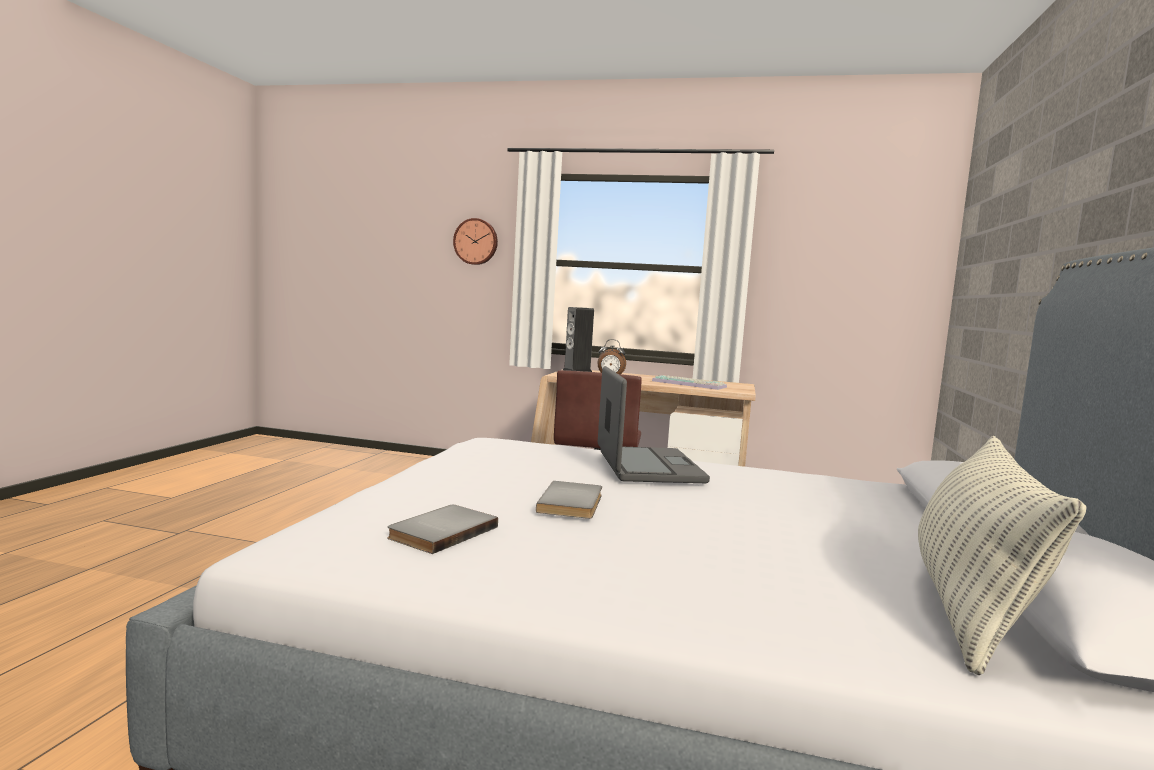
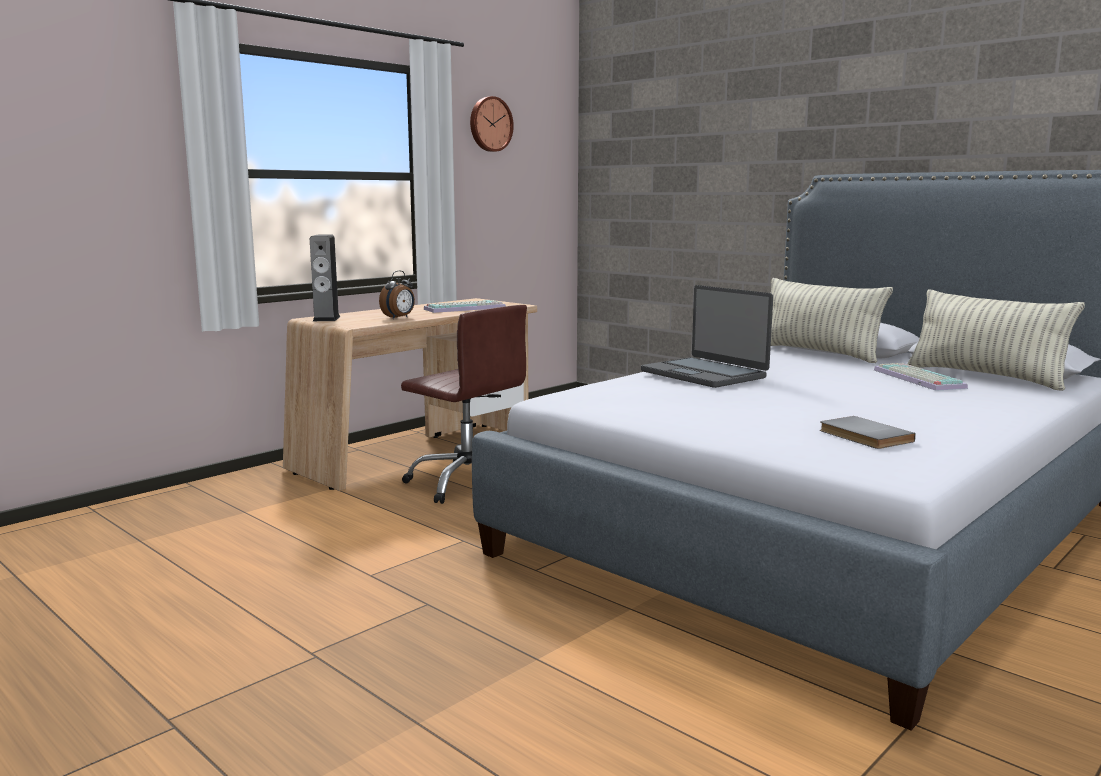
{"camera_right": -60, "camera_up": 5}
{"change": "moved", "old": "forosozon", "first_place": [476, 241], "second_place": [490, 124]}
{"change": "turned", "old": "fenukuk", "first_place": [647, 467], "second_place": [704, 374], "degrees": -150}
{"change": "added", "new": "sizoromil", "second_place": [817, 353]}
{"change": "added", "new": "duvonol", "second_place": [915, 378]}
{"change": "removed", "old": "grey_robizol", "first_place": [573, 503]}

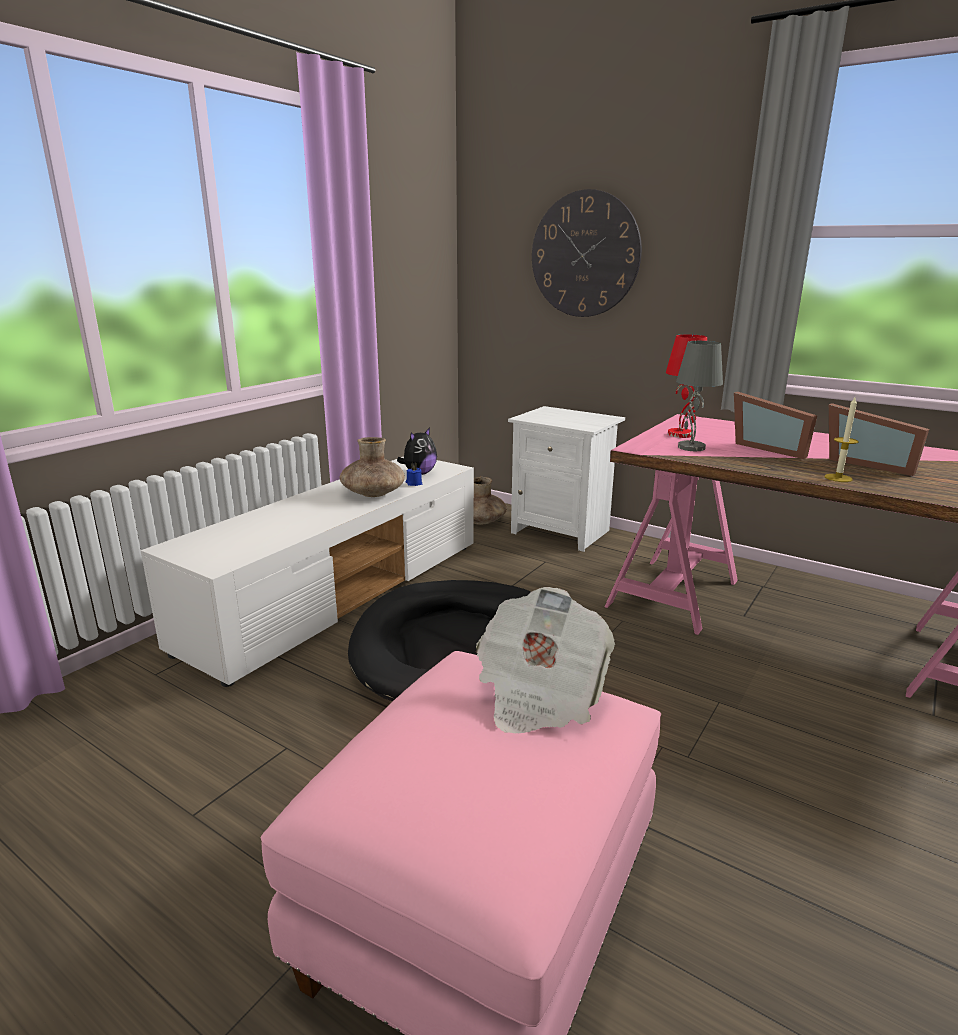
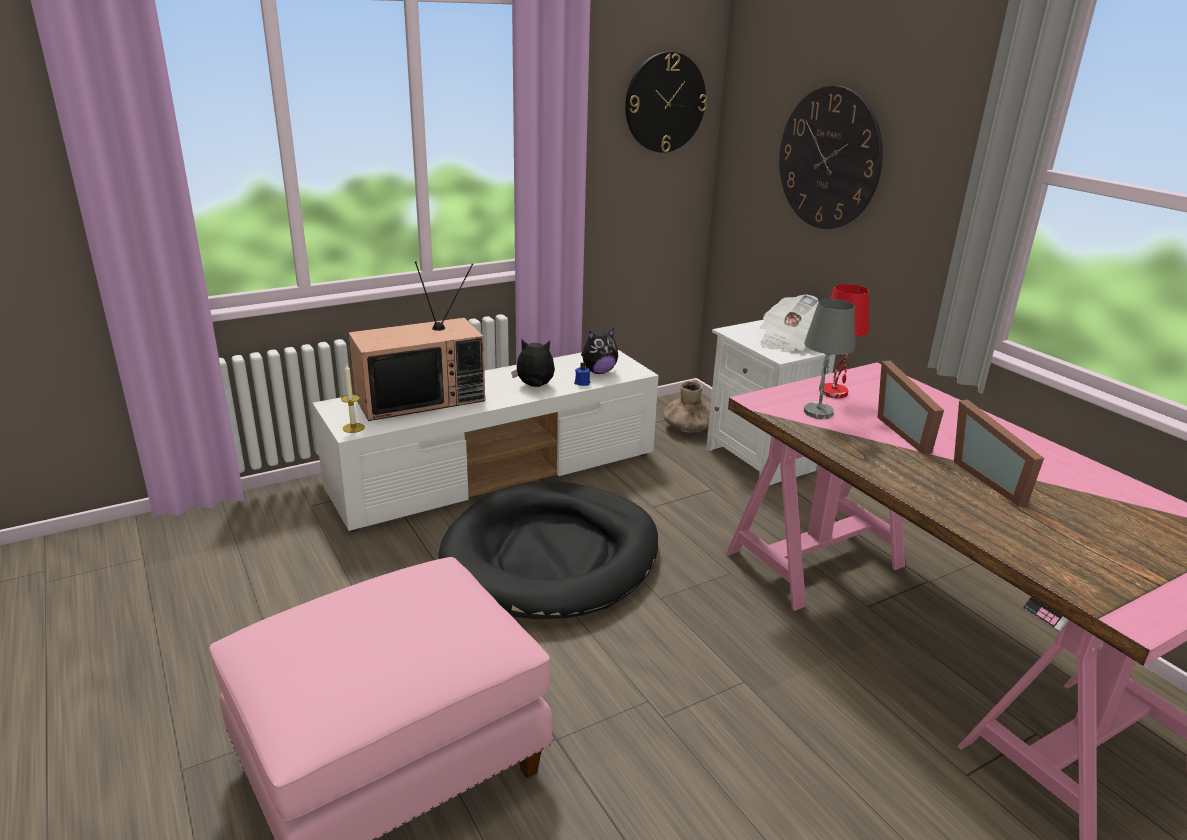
{"camera_right": 25, "camera_up": 5}
{"change": "moved", "old": "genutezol", "first_place": [838, 478], "second_place": [353, 428]}
{"change": "added", "new": "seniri", "second_place": [421, 398]}
{"change": "replaced", "old": "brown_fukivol", "new": "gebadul", "first_place": [373, 494], "second_place": [535, 386]}
{"change": "added", "new": "forosozon", "second_place": [665, 103]}
{"change": "moved", "old": "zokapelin", "first_place": [539, 692], "second_place": [789, 341]}

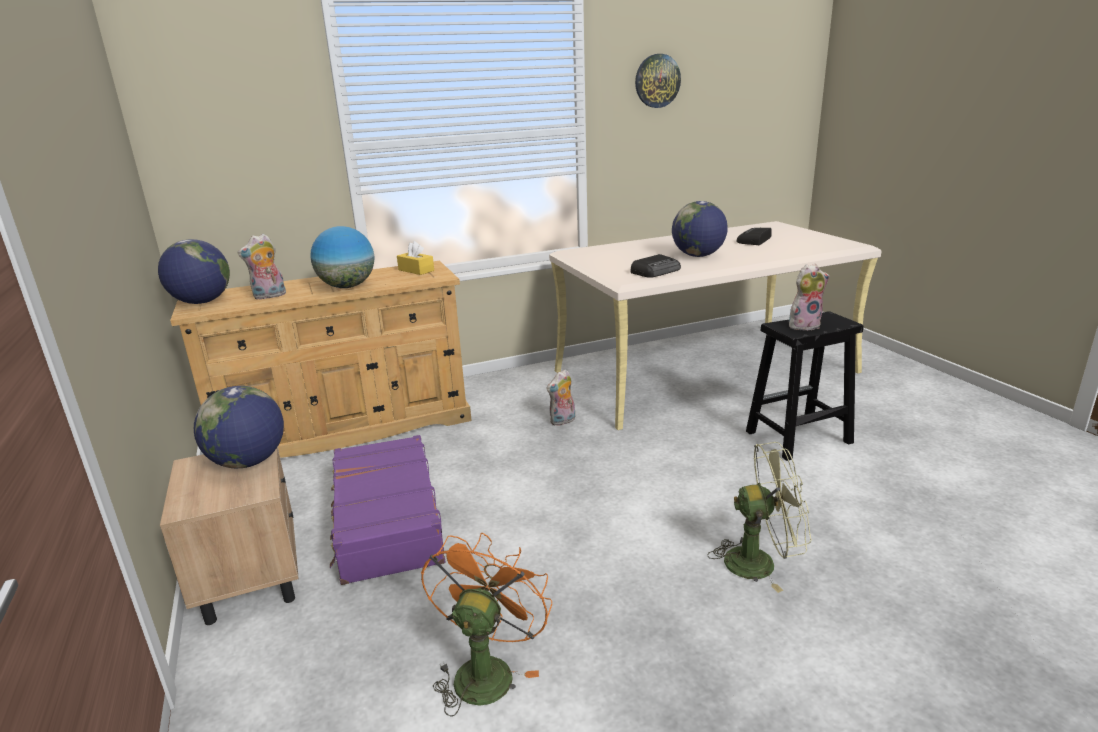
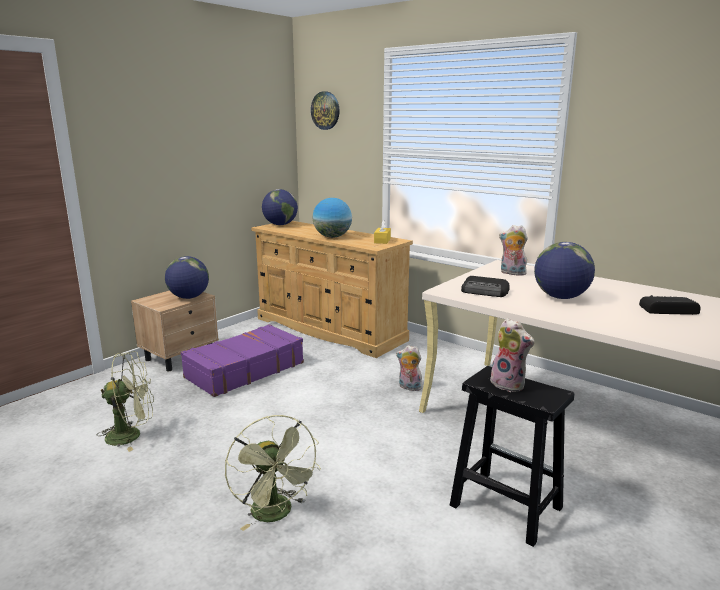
{"camera_right": 60, "camera_up": -5}
{"change": "recoloured", "old": "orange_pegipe", "new": "green_pegipe", "first_place": [486, 669], "second_place": [131, 435]}
{"change": "moved", "old": "forosozon", "first_place": [657, 81], "second_place": [325, 110]}
{"change": "moved", "old": "gebadul", "first_place": [269, 296], "second_place": [511, 273]}

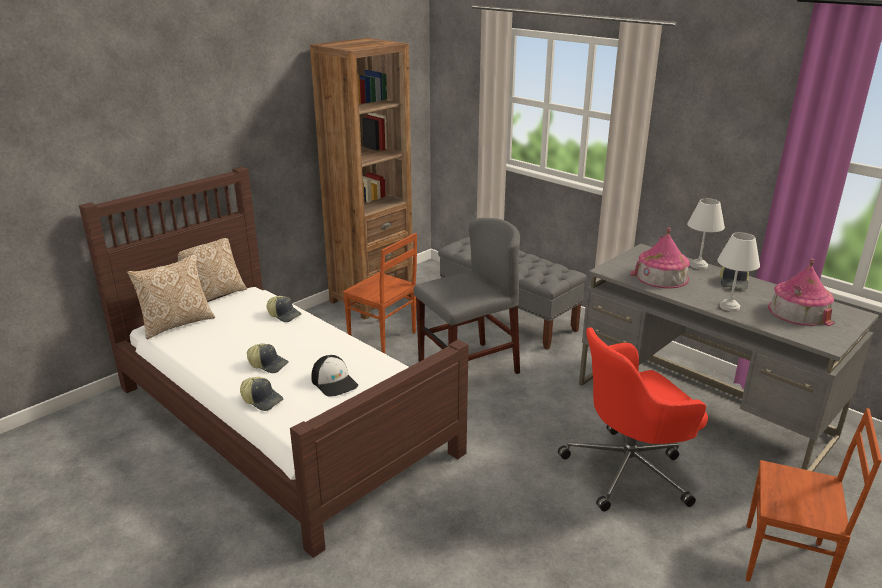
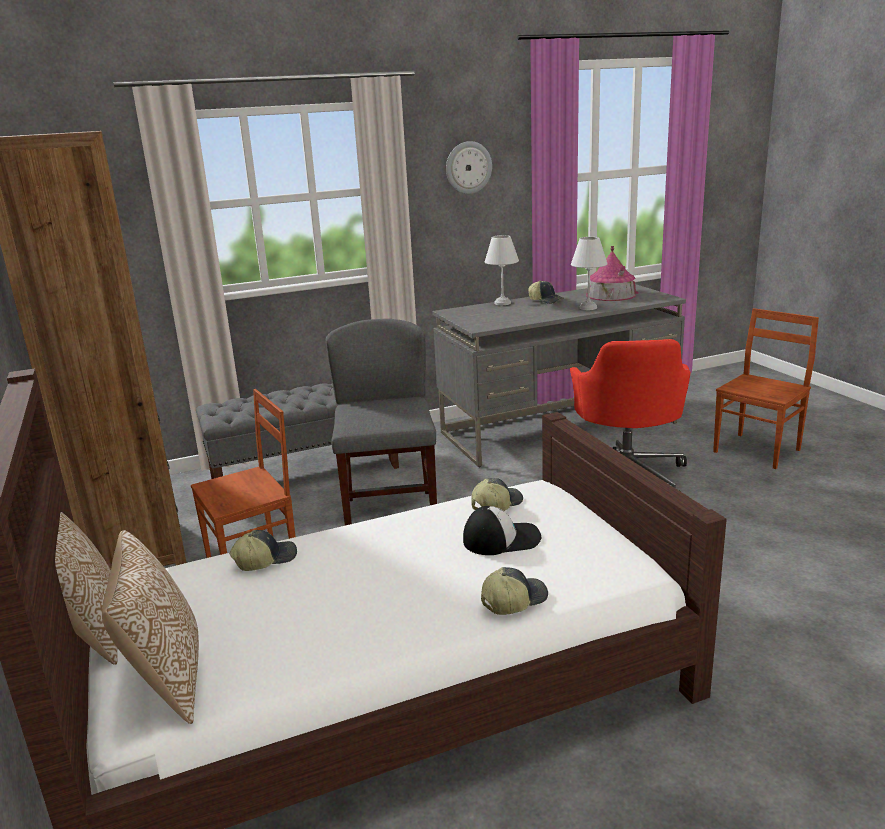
{"camera_right": -65, "camera_up": -5}
{"change": "added", "new": "forosozon", "second_place": [468, 167]}
{"change": "moved", "old": "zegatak", "first_place": [268, 364], "second_place": [496, 504]}
{"change": "removed", "old": "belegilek", "first_place": [661, 276]}

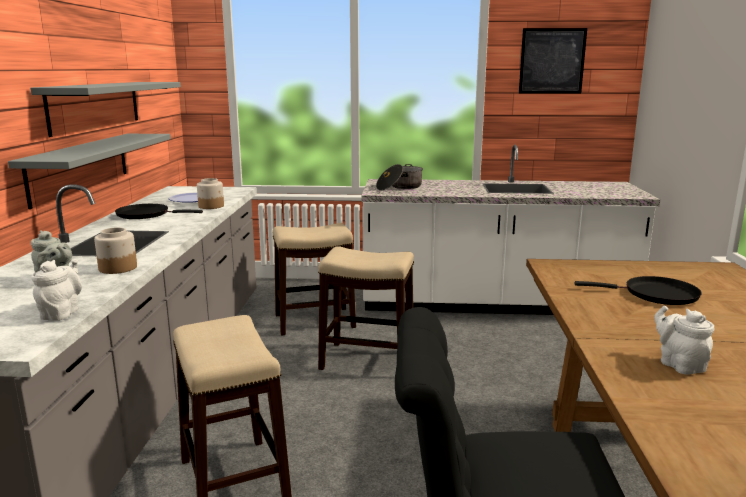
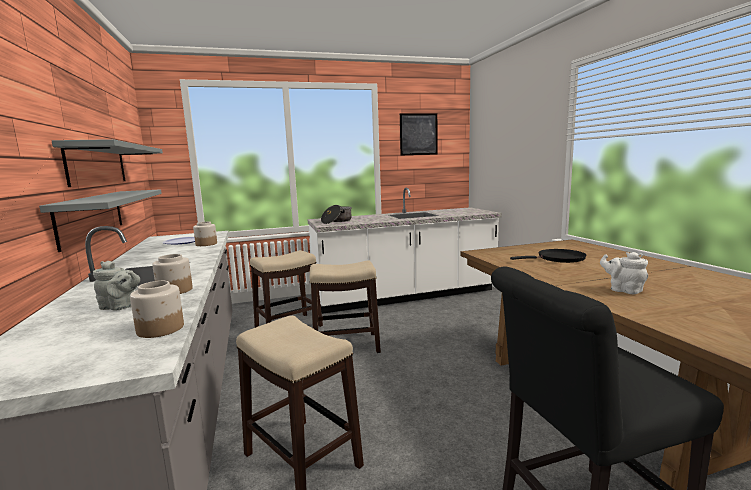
{"camera_right": -20, "camera_up": -5}
{"change": "replaced", "old": "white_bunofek", "new": "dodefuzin", "first_place": [62, 313], "second_place": [160, 329]}
{"change": "removed", "old": "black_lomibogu", "first_place": [146, 215]}

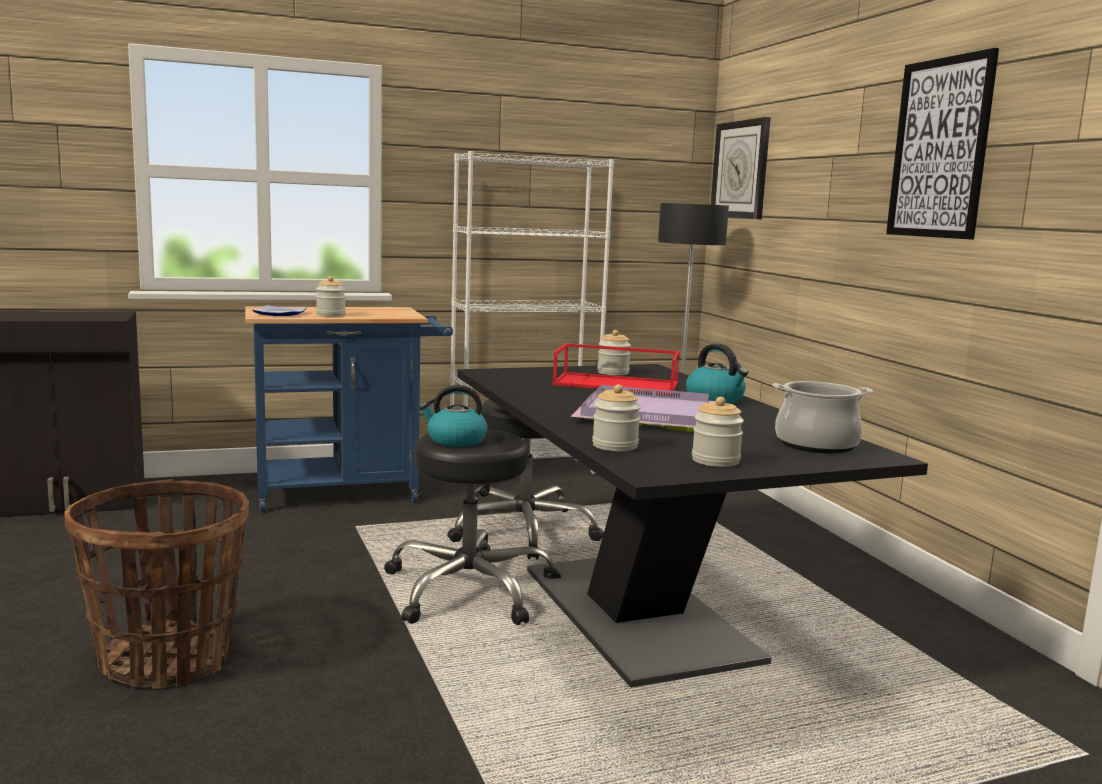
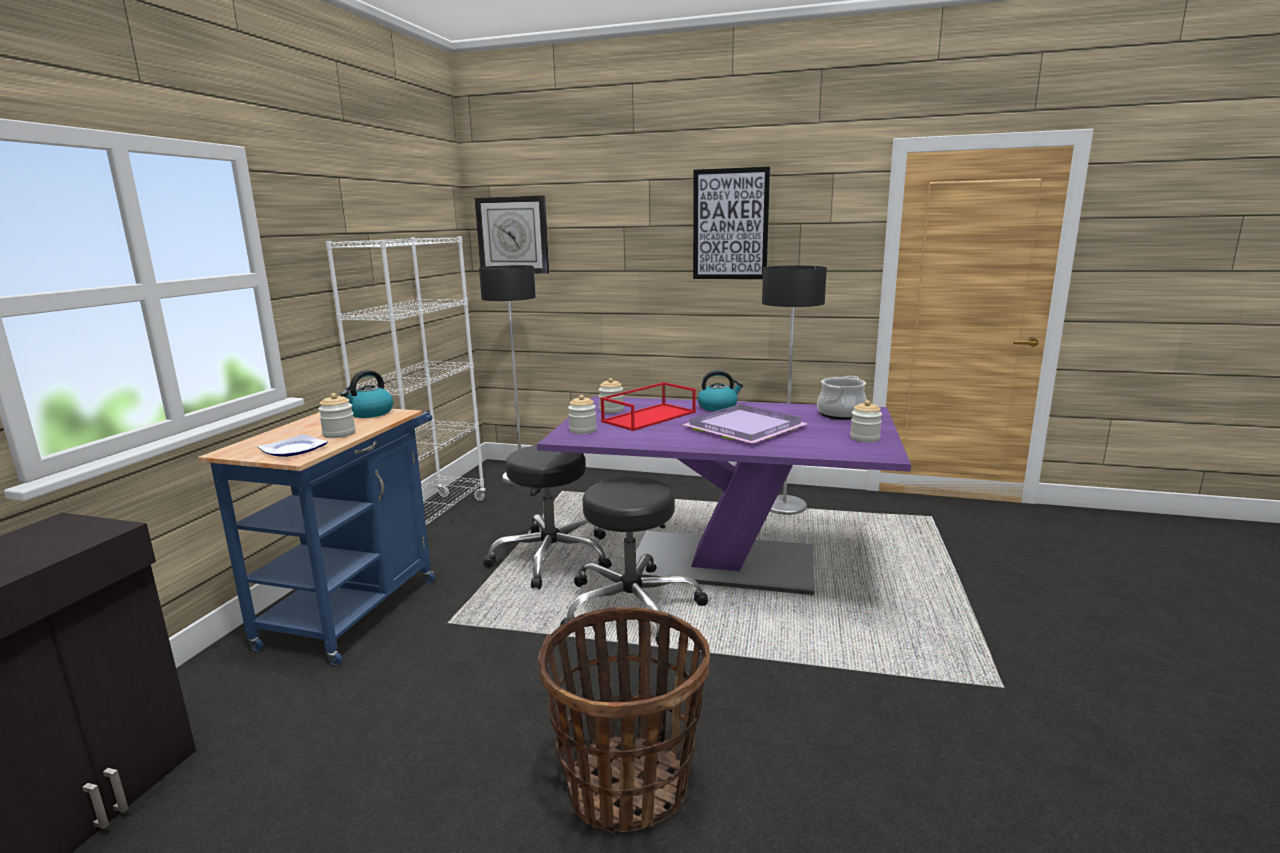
{"camera_right": -55, "camera_up": 5}
{"change": "moved", "old": "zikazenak", "first_place": [455, 441], "second_place": [369, 413]}
{"change": "recoloured", "old": "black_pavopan", "new": "purple_pavopan", "first_place": [636, 614], "second_place": [722, 562]}
{"change": "moved", "old": "dodefuzin", "first_place": [615, 446], "second_place": [583, 430]}
{"change": "added", "new": "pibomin", "second_place": [784, 506]}

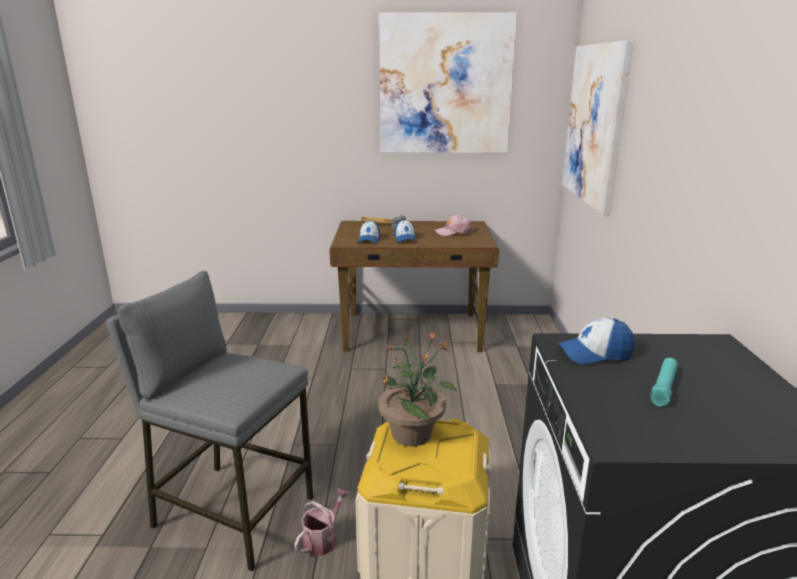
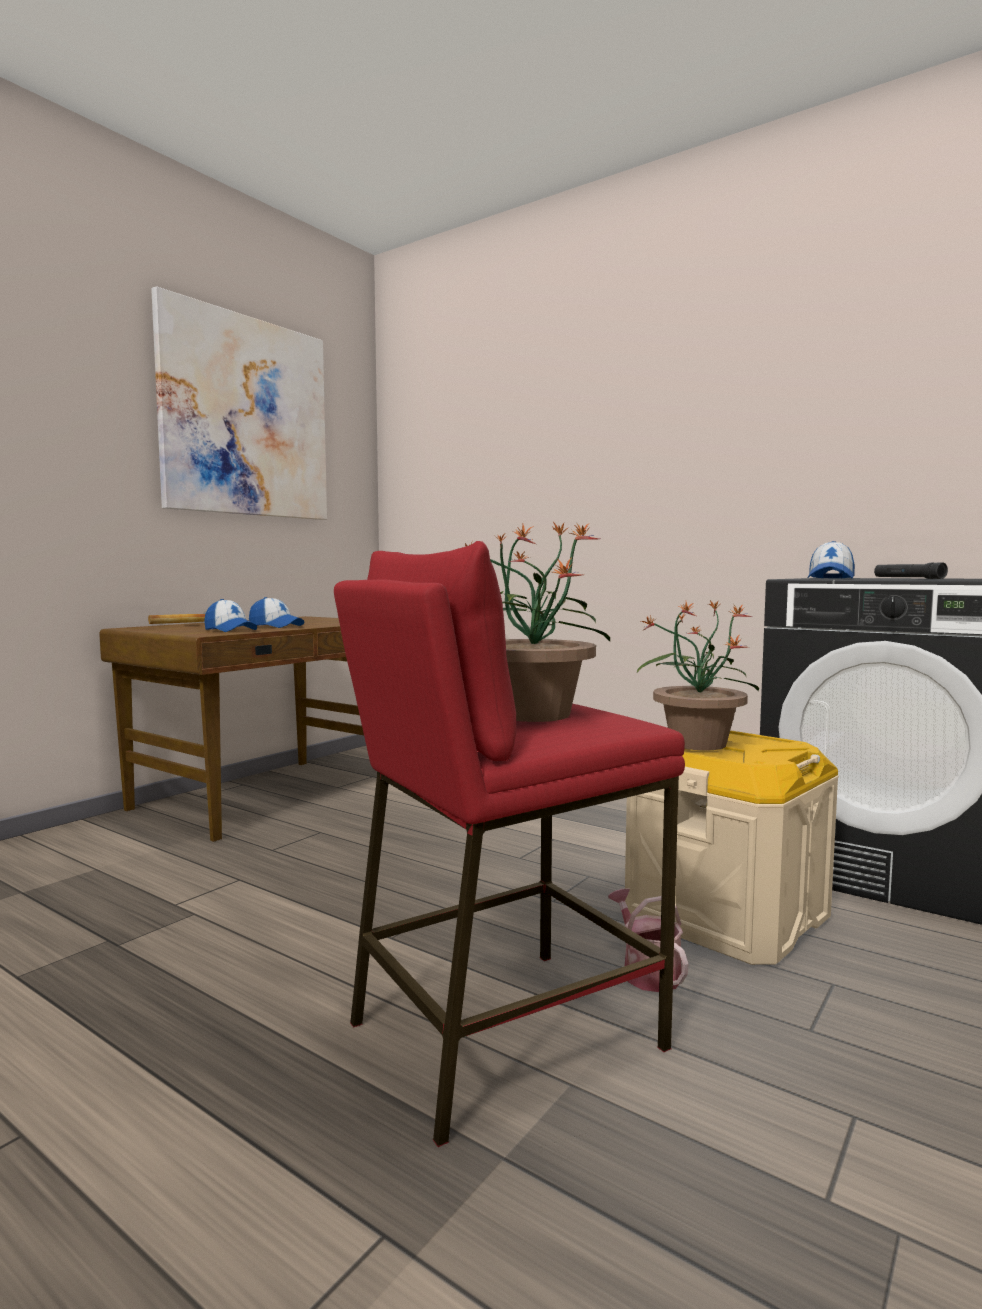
{"camera_right": -55, "camera_up": -15}
{"change": "recoloured", "old": "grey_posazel", "new": "red_posazel", "first_place": [233, 512], "second_place": [502, 1033]}
{"change": "added", "new": "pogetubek", "second_place": [532, 714]}
{"change": "recoloured", "old": "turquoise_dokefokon", "new": "black_dokefokon", "first_place": [663, 387], "second_place": [908, 578]}
{"change": "removed", "old": "pink_zegatak", "first_place": [454, 232]}
{"change": "removed", "old": "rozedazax", "first_place": [594, 124]}

